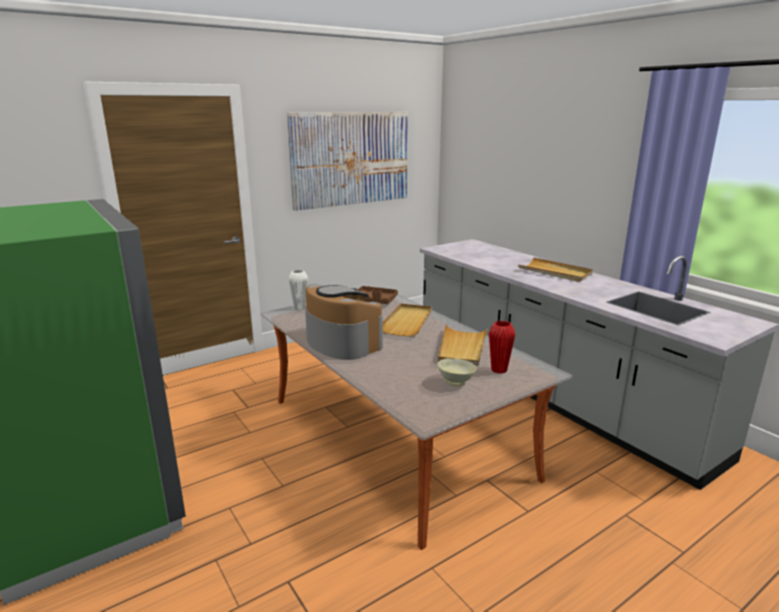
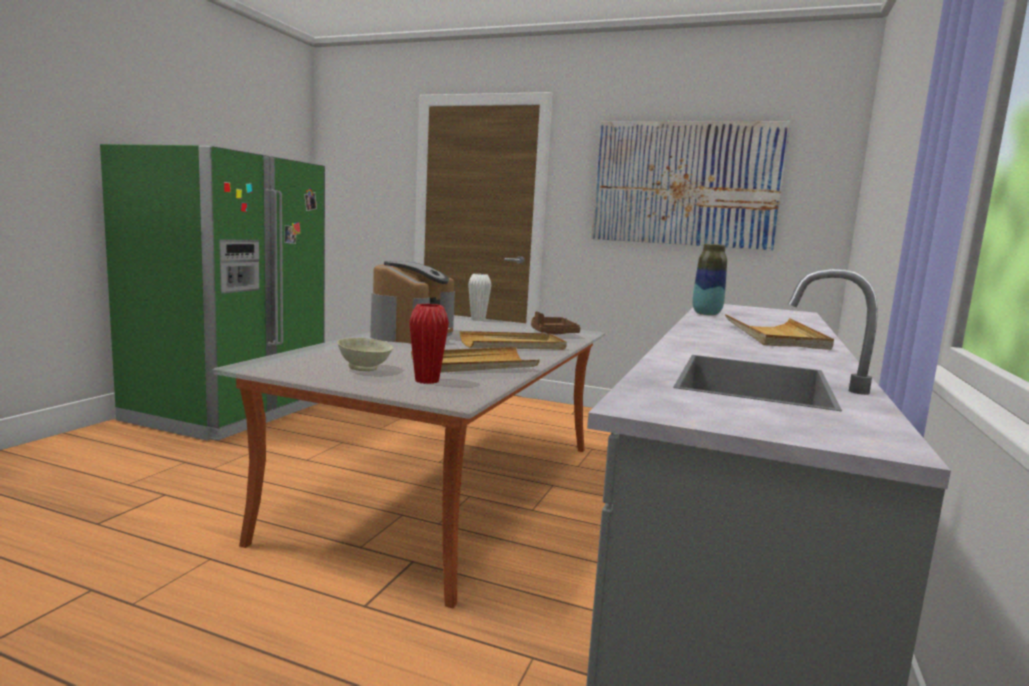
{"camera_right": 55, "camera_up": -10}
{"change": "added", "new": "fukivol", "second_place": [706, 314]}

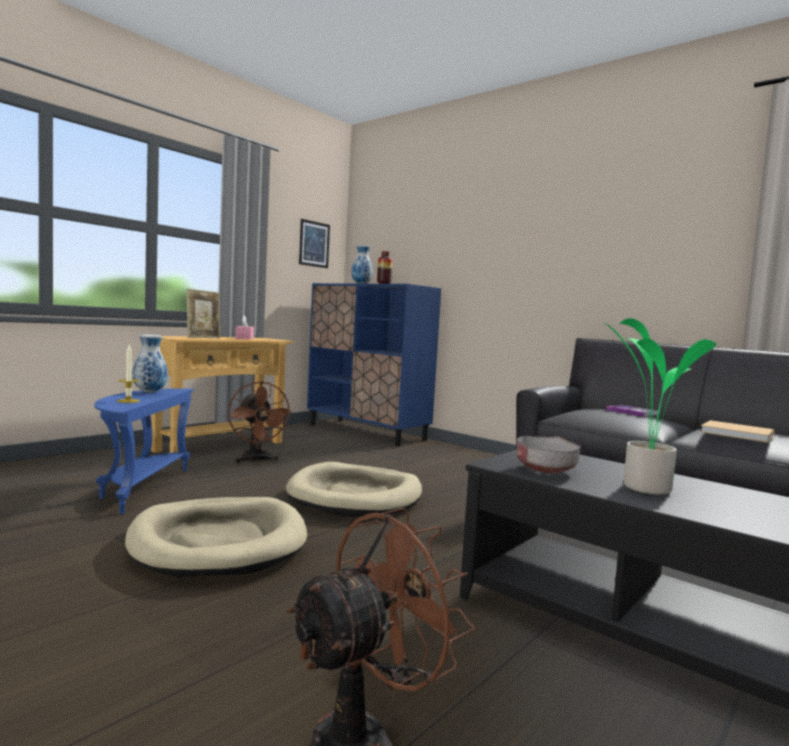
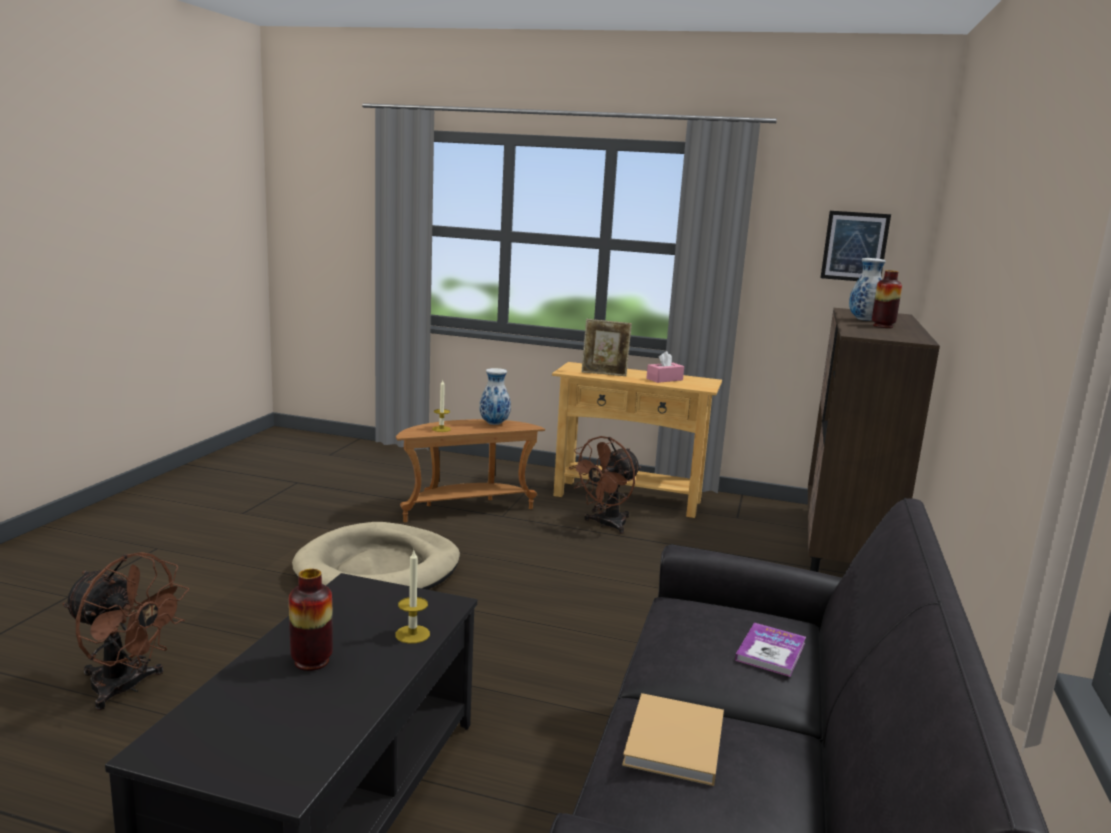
{"camera_right": 65, "camera_up": 10}
{"change": "replaced", "old": "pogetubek", "new": "fukivol", "first_place": [643, 488], "second_place": [311, 661]}
{"change": "added", "new": "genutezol", "second_place": [412, 634]}
{"change": "recoloured", "old": "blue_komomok", "new": "brown_komomok", "first_place": [140, 488], "second_place": [465, 509]}
{"change": "recoloured", "old": "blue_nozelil", "new": "brown_nozelil", "first_place": [366, 432], "second_place": [844, 547]}
{"change": "removed", "old": "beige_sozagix", "first_place": [355, 496]}
{"change": "removed", "old": "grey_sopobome", "first_place": [545, 470]}

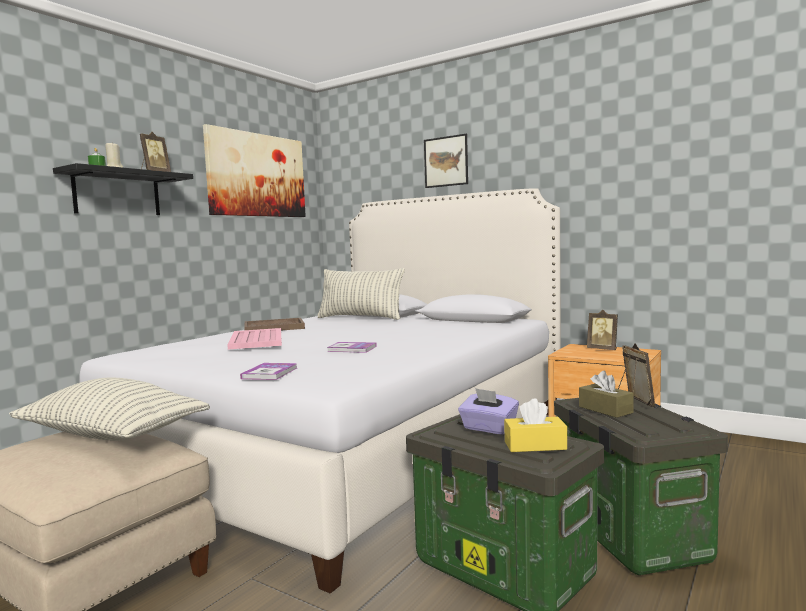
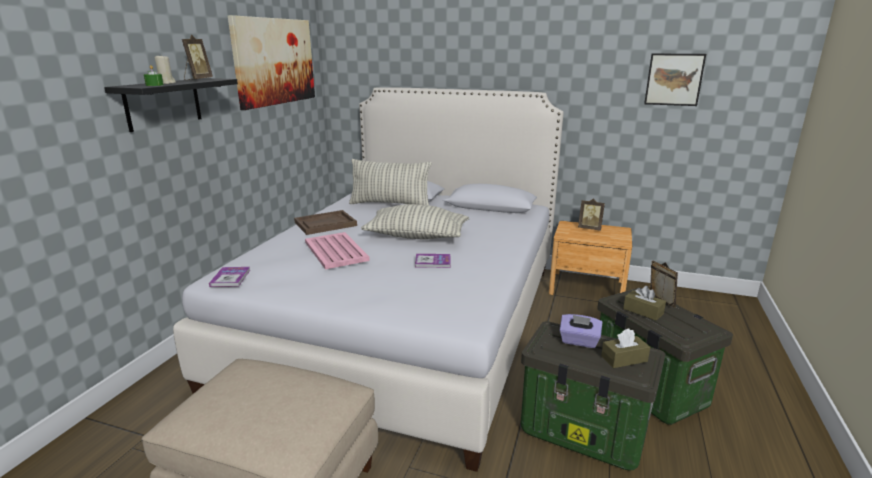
{"camera_right": -15, "camera_up": 15}
{"change": "moved", "old": "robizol", "first_place": [270, 373], "second_place": [230, 278]}
{"change": "moved", "old": "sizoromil", "first_place": [112, 435], "second_place": [416, 236]}
{"change": "recoloured", "old": "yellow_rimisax", "new": "brown_rimisax", "first_place": [535, 445], "second_place": [624, 359]}
{"change": "moved", "old": "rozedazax", "first_place": [446, 161], "second_place": [674, 79]}

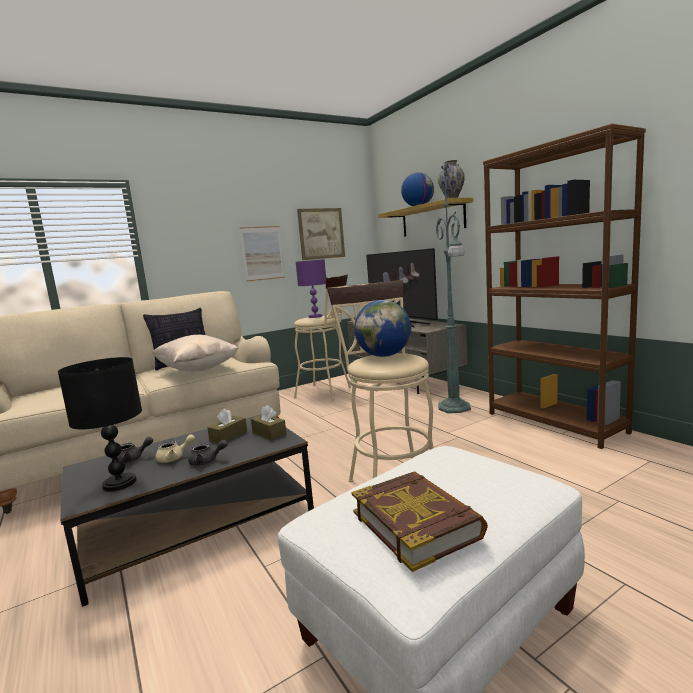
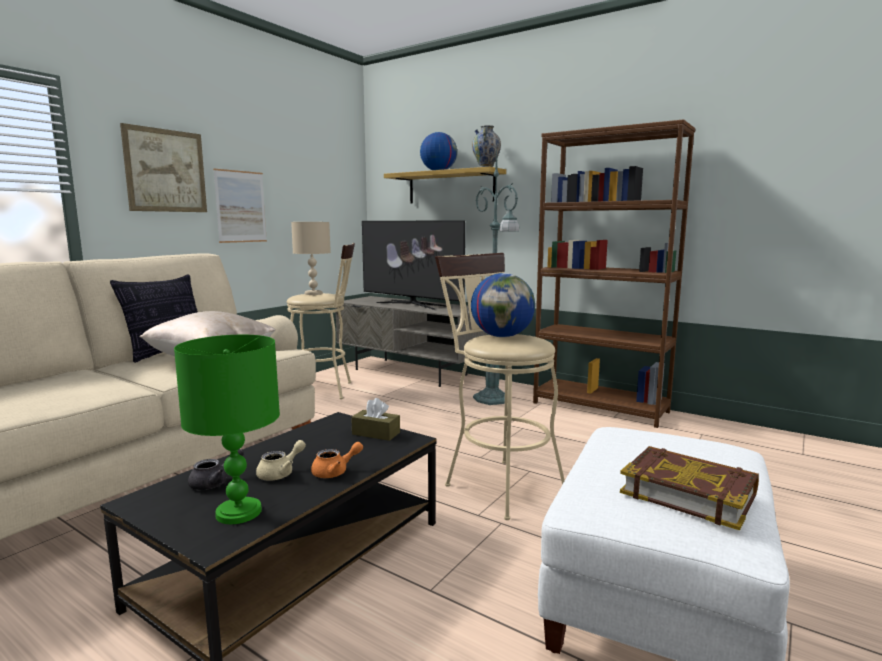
{"camera_right": -25, "camera_up": 0}
{"change": "moved", "old": "rozedazax", "first_place": [321, 233], "second_place": [165, 171]}
{"change": "recoloured", "old": "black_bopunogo", "new": "green_bopunogo", "first_place": [120, 483], "second_place": [239, 512]}
{"change": "recoloured", "old": "purple_bopunogo", "new": "beige_bopunogo", "first_place": [315, 316], "second_place": [314, 294]}
{"change": "recoloured", "old": "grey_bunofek", "new": "orange_bunofek", "first_place": [207, 461], "second_place": [335, 472]}
{"change": "removed", "old": "brown_rimisax", "first_place": [228, 436]}

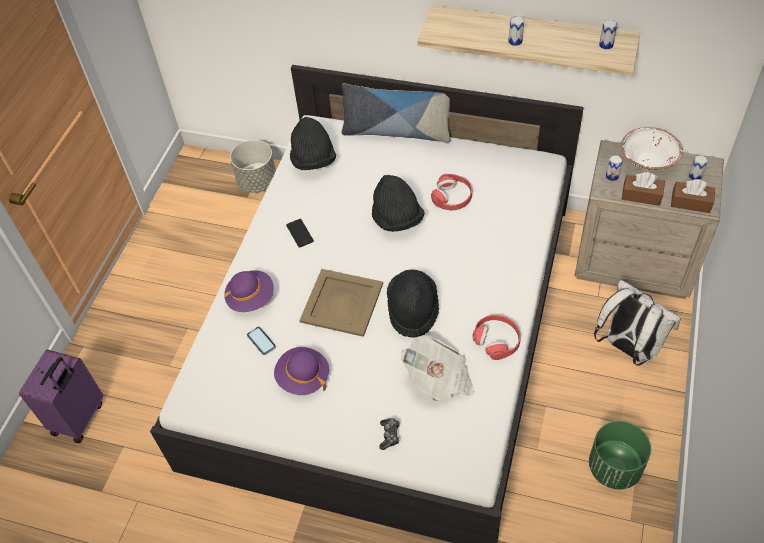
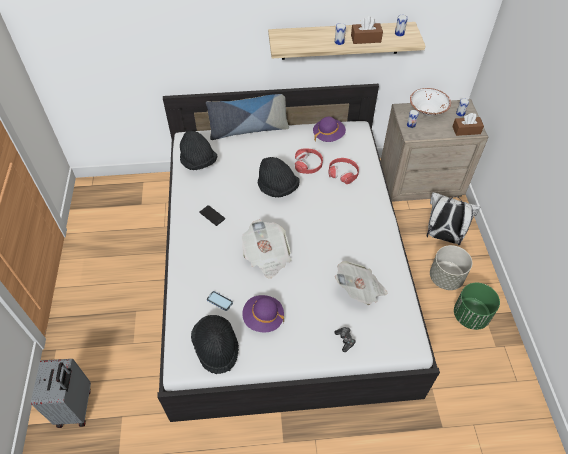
{"camera_right": -25, "camera_up": 0}
{"change": "recoloured", "old": "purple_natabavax", "new": "grey_natabavax", "first_place": [80, 418], "second_place": [76, 406]}
{"change": "moved", "old": "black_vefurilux", "first_place": [412, 310], "second_place": [216, 348]}
{"change": "replaced", "old": "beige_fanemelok", "new": "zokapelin", "first_place": [342, 303], "second_place": [267, 256]}
{"change": "moved", "old": "purple_vefurilux", "first_place": [251, 298], "second_place": [328, 136]}
{"change": "moved", "old": "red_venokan", "first_place": [497, 340], "second_place": [343, 173]}
{"change": "moved", "old": "brown_rimisax", "first_place": [641, 195], "second_place": [366, 39]}
{"change": "moved", "old": "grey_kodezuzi", "first_place": [258, 181], "second_place": [446, 278]}

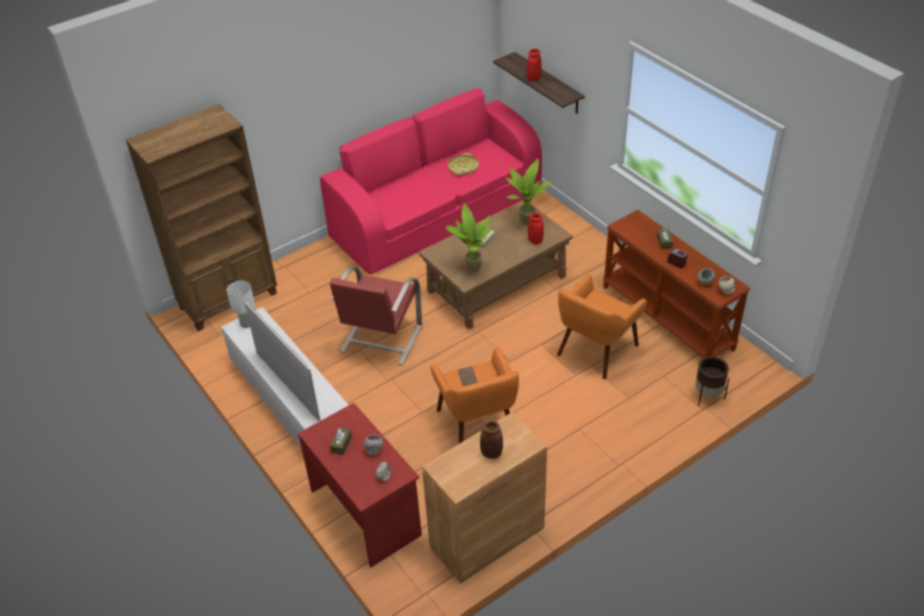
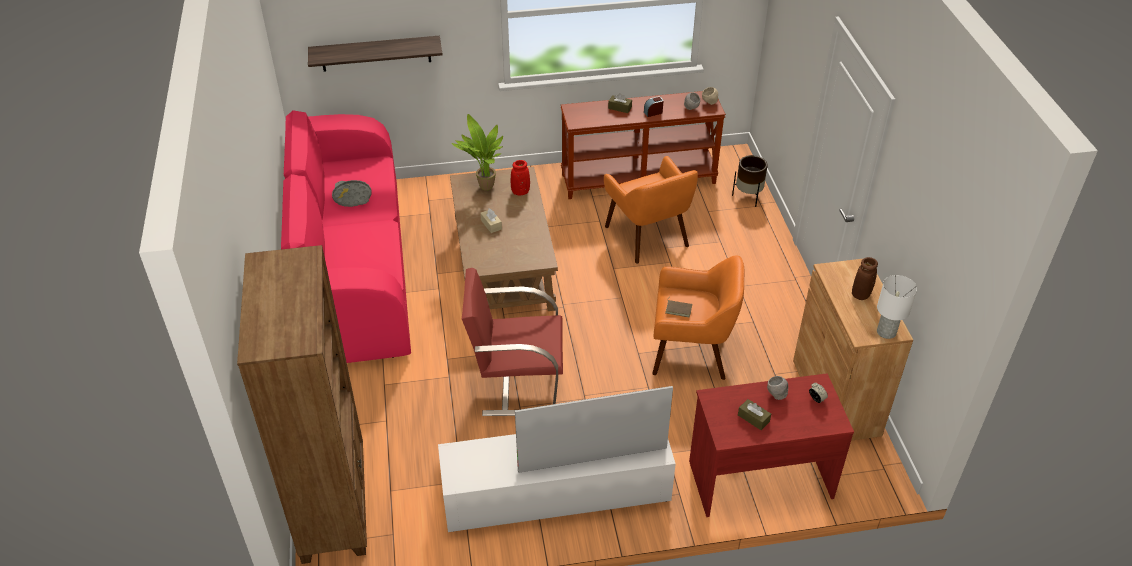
{"camera_right": -65, "camera_up": 0}
{"change": "recoloured", "old": "yellow_fanemelok", "new": "grey_fanemelok", "first_place": [463, 167], "second_place": [352, 197]}
{"change": "turned", "old": "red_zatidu", "first_place": [380, 339], "second_place": [517, 383], "degrees": 135}
{"change": "moved", "old": "white_bopunogo", "first_place": [247, 323], "second_place": [886, 332]}
{"change": "removed", "old": "pogetubek", "first_place": [471, 269]}
{"change": "removed", "old": "red_fukivol", "first_place": [533, 78]}

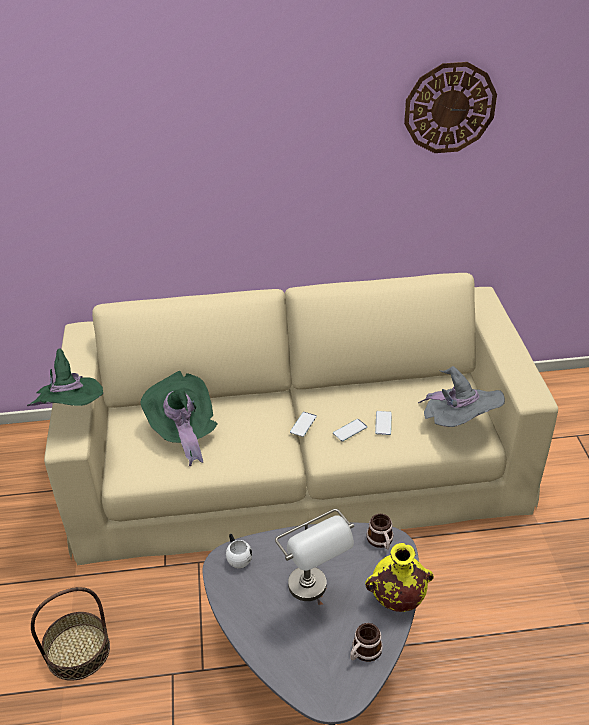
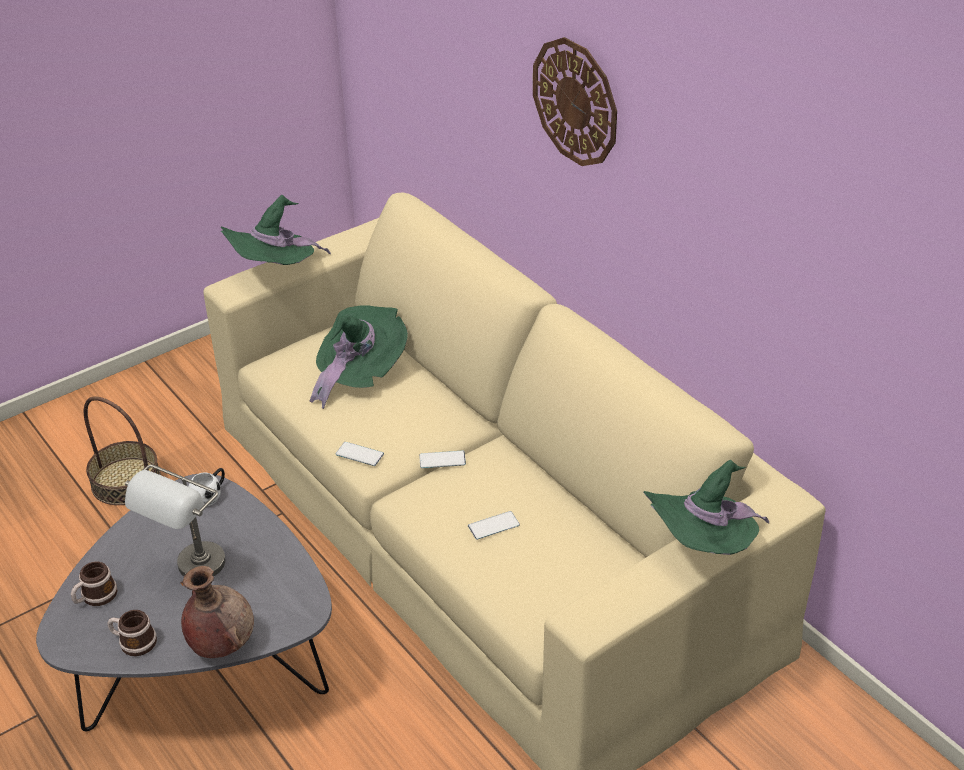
{"camera_right": 60, "camera_up": 0}
{"change": "moved", "old": "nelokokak", "first_place": [381, 541], "second_place": [95, 597]}
{"change": "recoloured", "old": "yellow_fukivol", "new": "brown_fukivol", "first_place": [397, 598], "second_place": [221, 644]}
{"change": "moved", "old": "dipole", "first_place": [350, 430], "second_place": [359, 454]}
{"change": "moved", "old": "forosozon", "first_place": [449, 108], "second_place": [575, 102]}
{"change": "added", "new": "green_vefurilux", "second_place": [702, 547]}
{"change": "removed", "old": "grey_vefurilux", "first_place": [458, 423]}

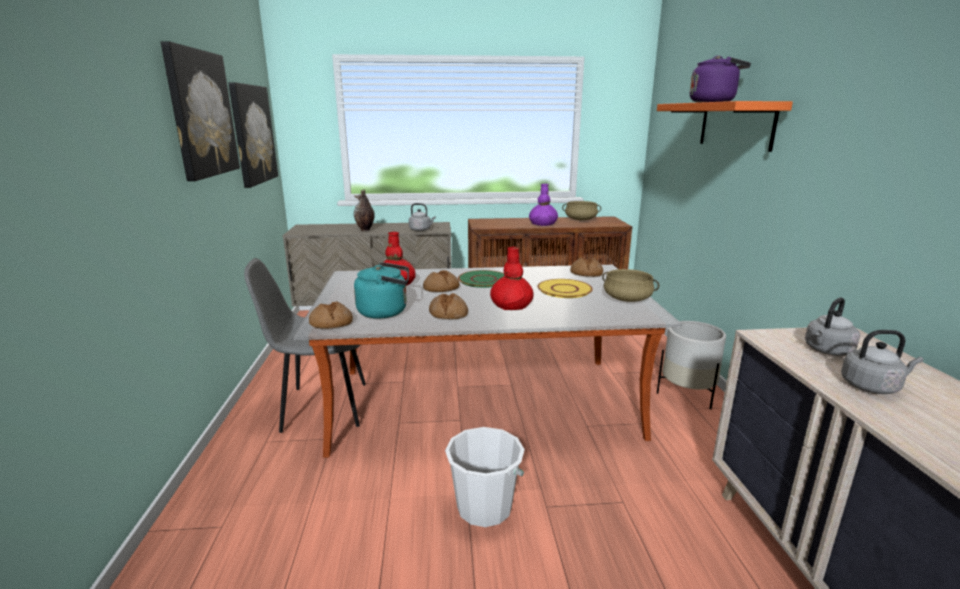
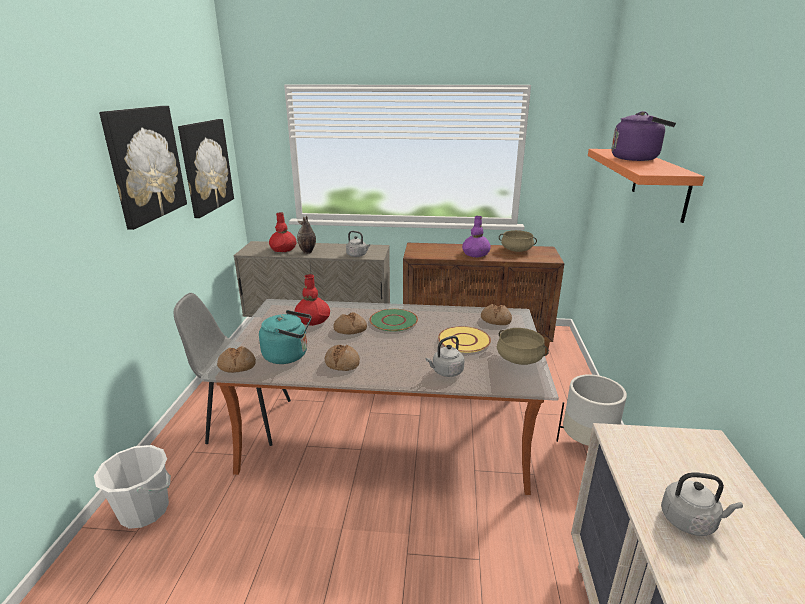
{"camera_right": 10, "camera_up": 5}
{"change": "moved", "old": "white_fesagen", "first_place": [484, 507], "second_place": [144, 511]}
{"change": "moved", "old": "red_fukivol", "first_place": [511, 305], "second_place": [283, 249]}
{"change": "moved", "old": "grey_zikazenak", "first_place": [827, 351], "second_place": [446, 372]}

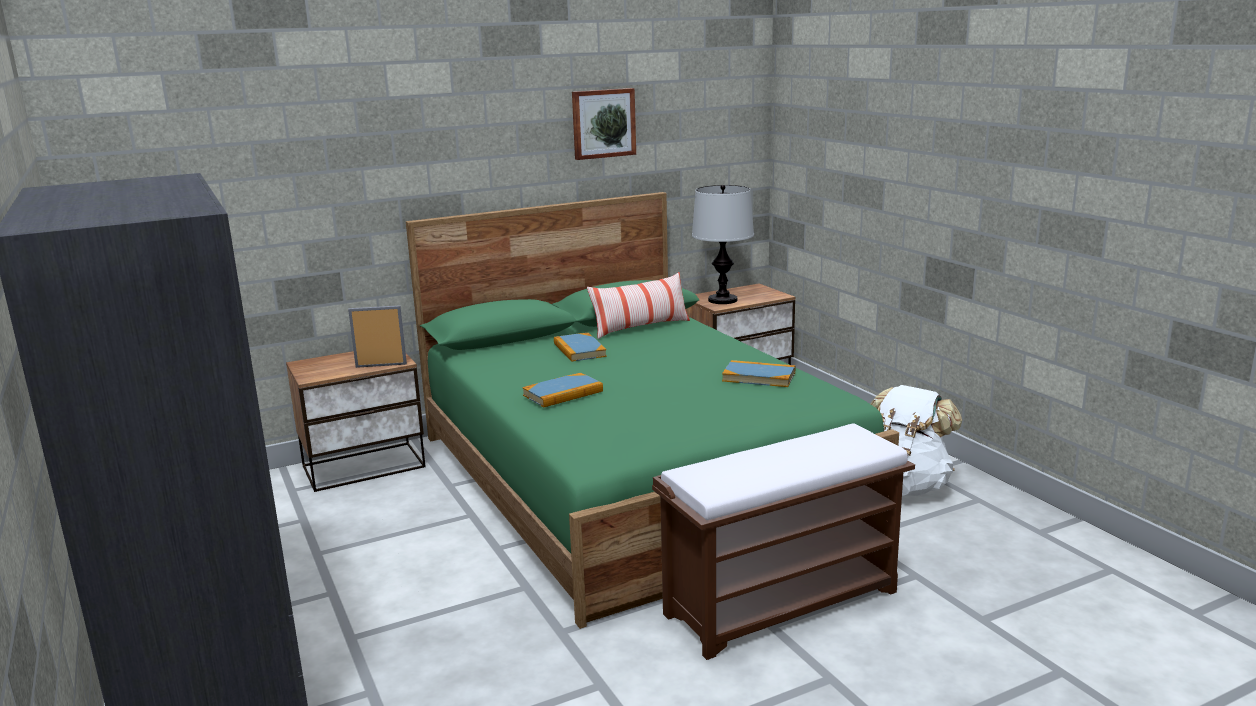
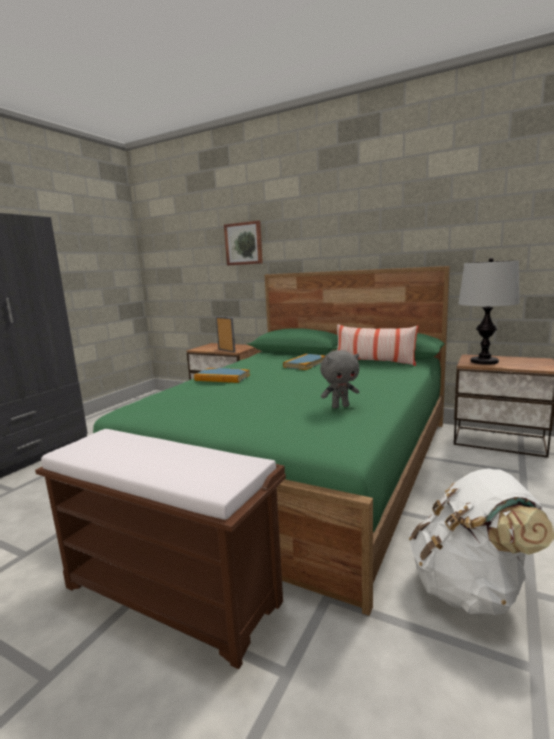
{"camera_right": 55, "camera_up": -5}
{"change": "moved", "old": "rozedazax", "first_place": [603, 123], "second_place": [244, 243]}
{"change": "replaced", "old": "robizol", "new": "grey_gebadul", "first_place": [759, 377], "second_place": [340, 406]}

